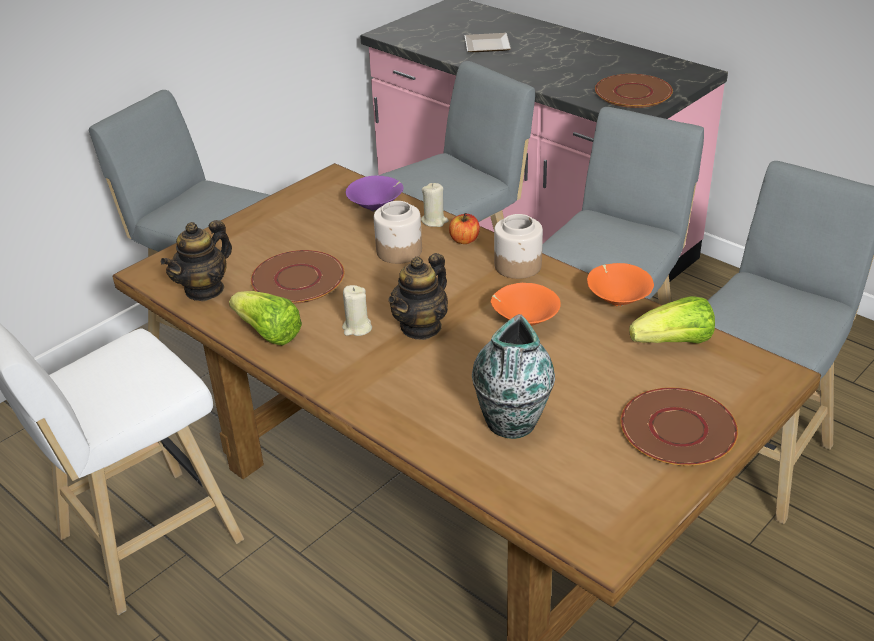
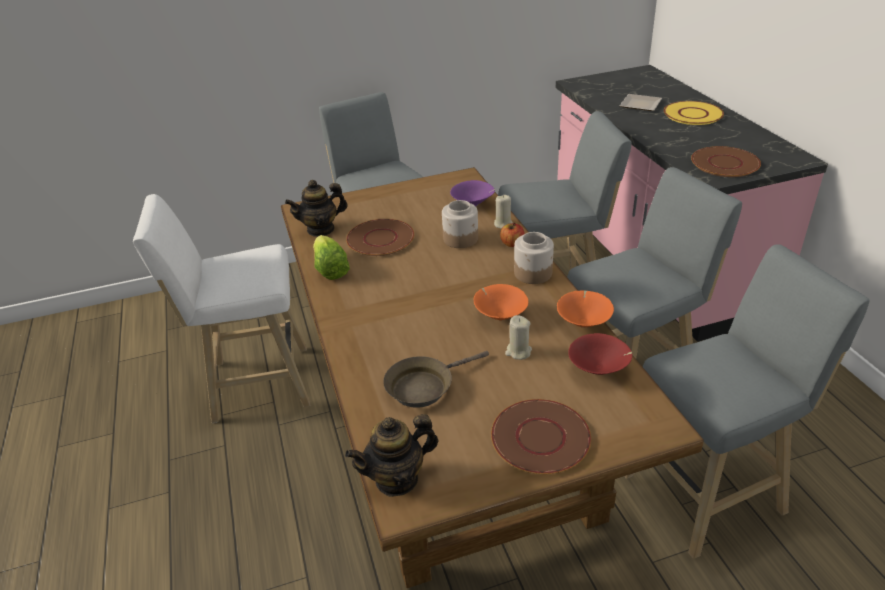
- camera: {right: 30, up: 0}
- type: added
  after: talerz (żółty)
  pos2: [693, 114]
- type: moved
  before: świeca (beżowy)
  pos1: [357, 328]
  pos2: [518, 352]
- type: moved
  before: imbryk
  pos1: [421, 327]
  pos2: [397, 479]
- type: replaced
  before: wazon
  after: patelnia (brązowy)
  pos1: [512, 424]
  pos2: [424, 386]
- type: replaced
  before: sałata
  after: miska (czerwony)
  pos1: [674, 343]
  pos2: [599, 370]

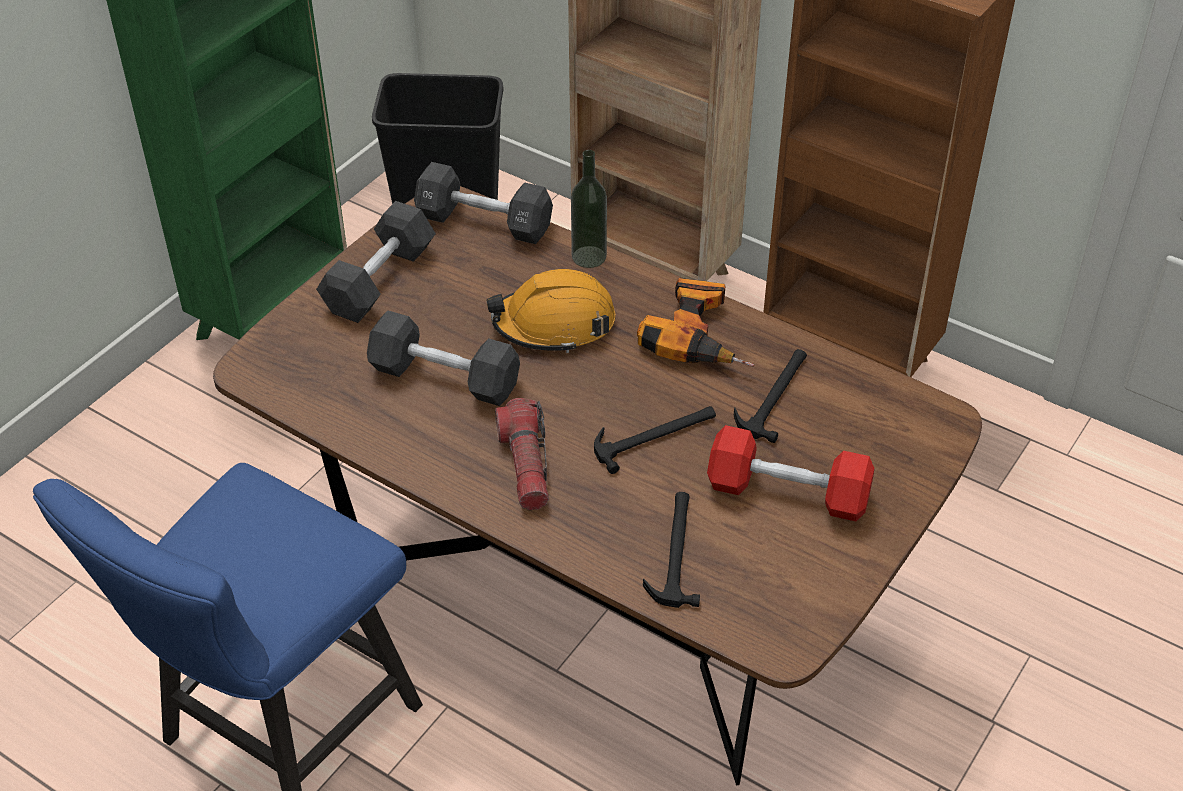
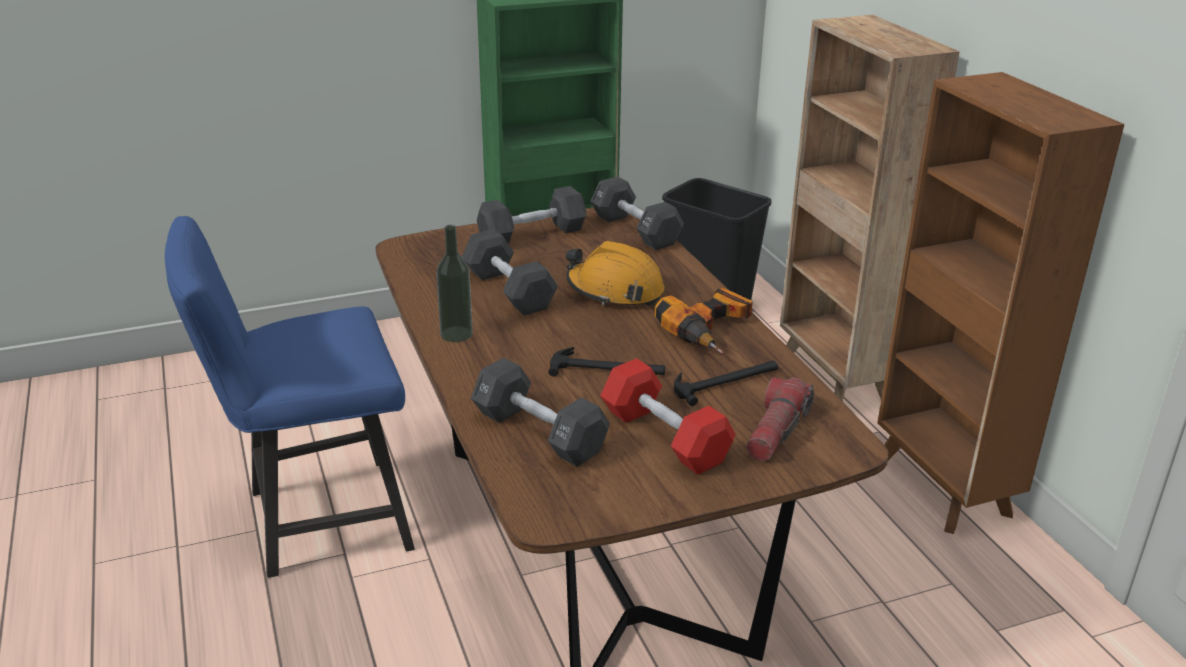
- camera: {right: 35, up: -15}
- type: moved
  before: latarka
  pos1: [526, 465]
  pos2: [776, 431]
- type: moved
  before: butelka
  pos1: [589, 257]
  pos2: [456, 334]
- type: replaced
  before: młotek
  after: hantel (czarny)
  pos1: [675, 551]
  pos2: [539, 433]

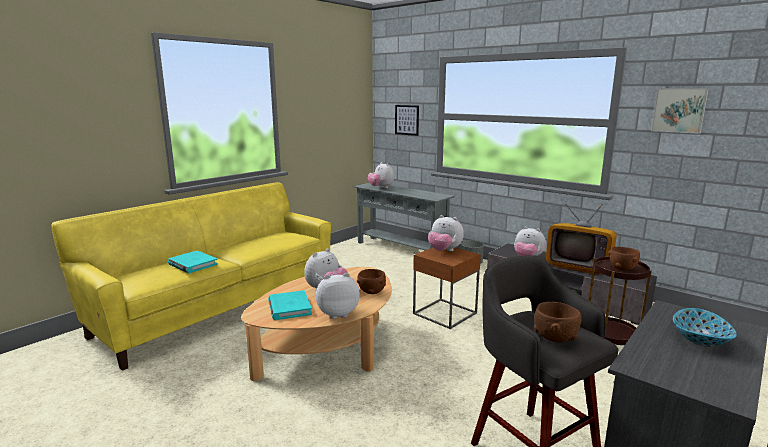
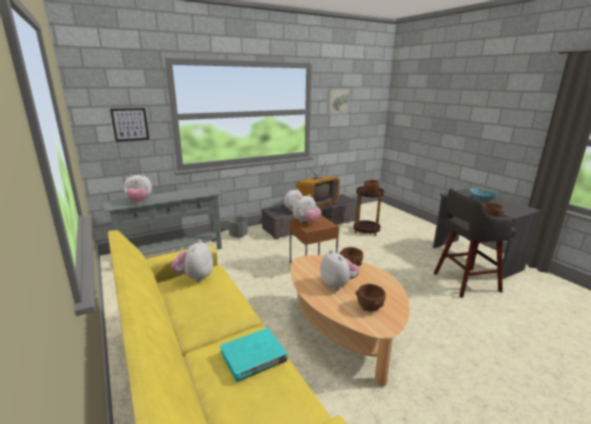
- camera: {right: -70, up: 5}
- type: moved
  before: pluszak
  pos1: [337, 313]
  pos2: [195, 277]
- type: replaced
  before: książka (turkusowy)
  after: miska (brązowy)
  pos1: [289, 307]
  pos2: [369, 308]

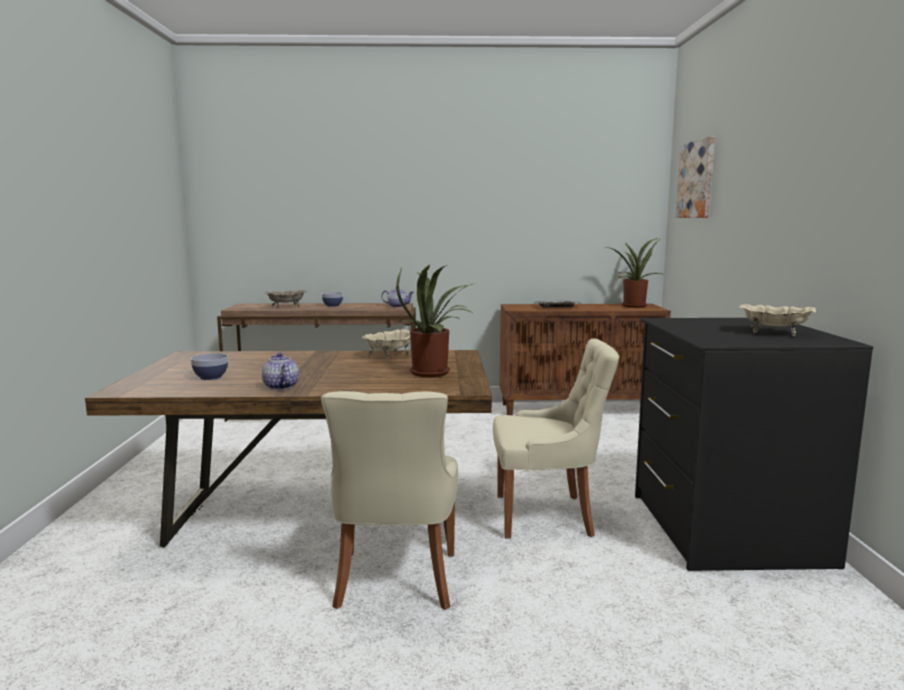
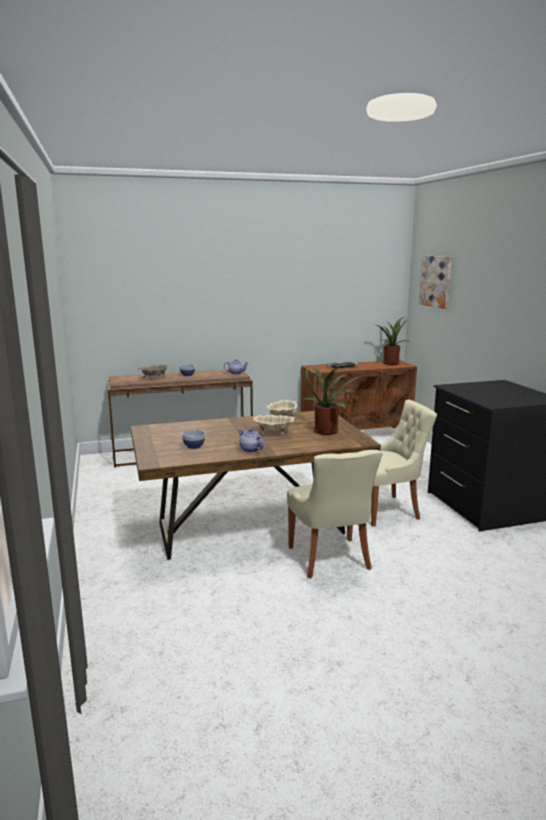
- camera: {right: -15, up: 5}
- type: moved
  before: miska (beżowy)
  pos1: [774, 333]
  pos2: [273, 433]

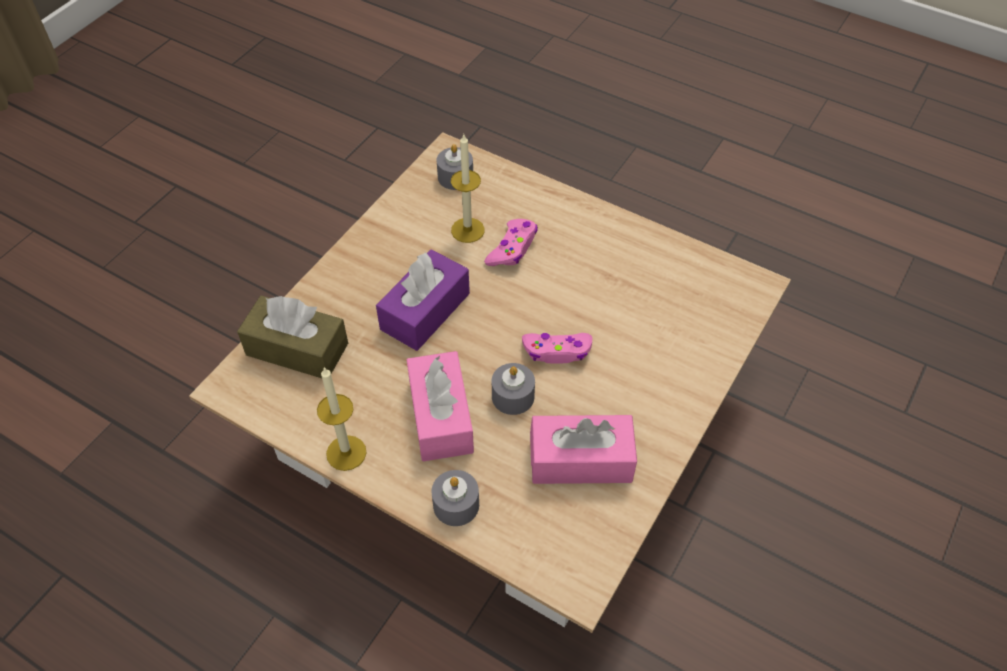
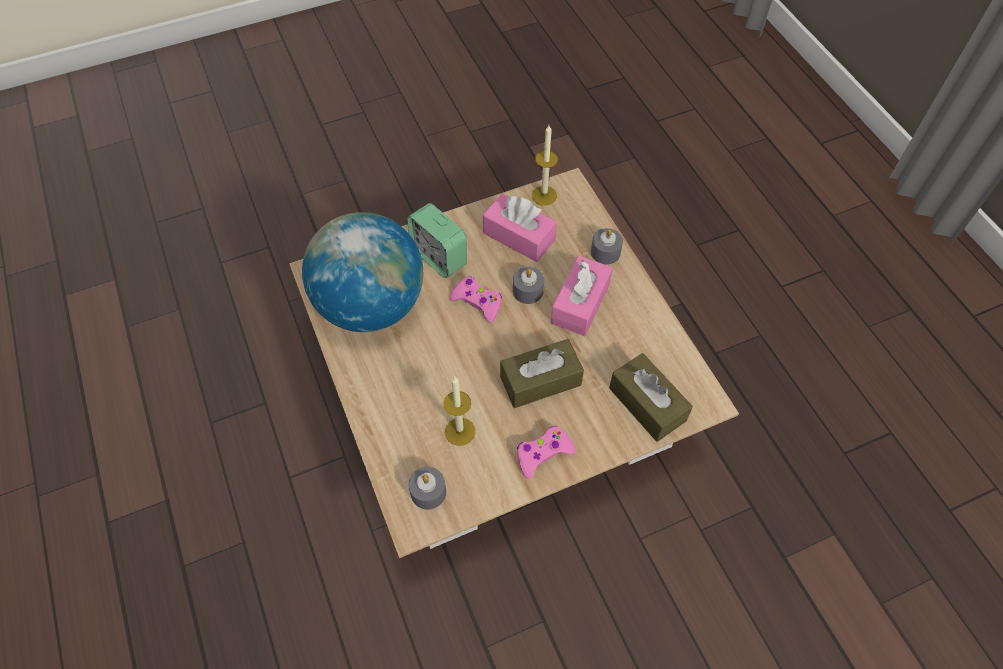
- camera: {right: -145, up: 5}
- type: added
  after: globus
  pos2: [371, 305]
- type: added
  after: budzik
  pos2: [439, 257]
- type: moved
  before: świeca
  pos1: [346, 453]
  pos2: [544, 195]
- type: moved
  before: pad do gier (różowy)
  pos1: [512, 248]
  pos2: [543, 454]
- type: recoloured
  before: pudełko chusteczek (fioletowy)
  after: pudełko chusteczek (brązowy)
  pos1: [425, 311]
  pos2: [540, 381]

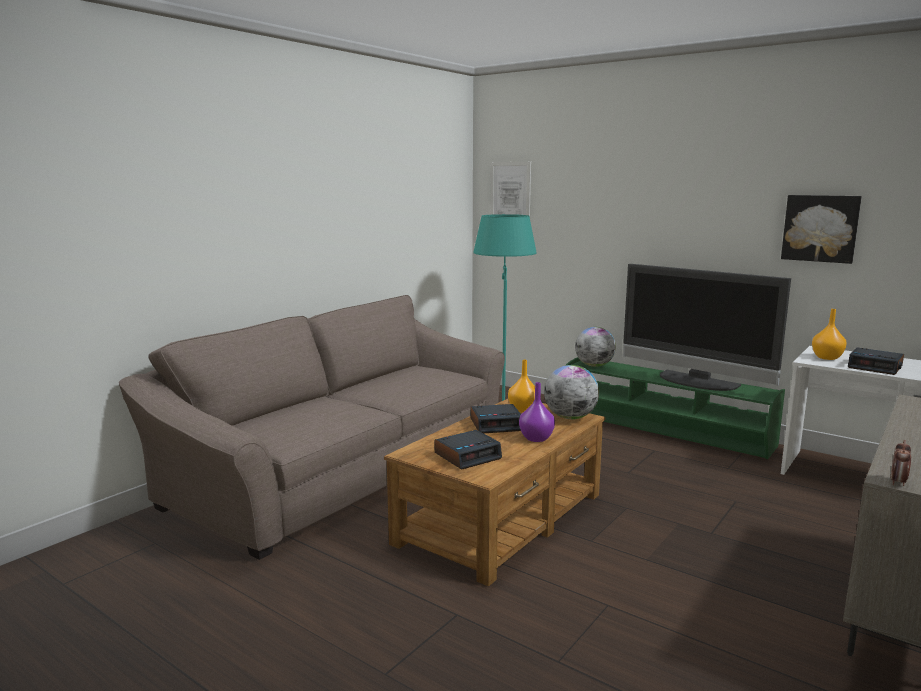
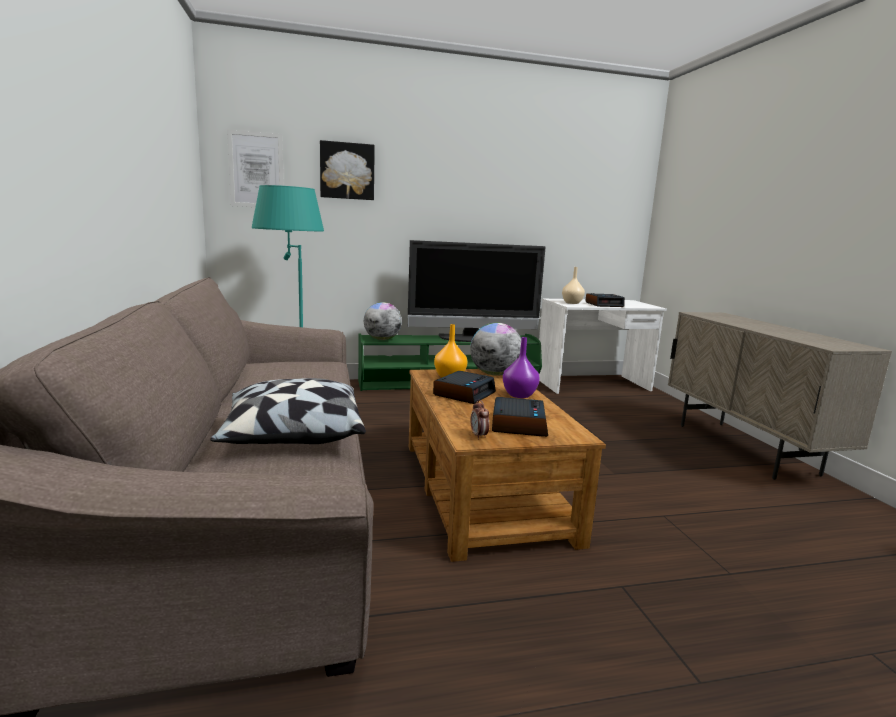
- camera: {right: -50, up: 0}
- type: added
  after: poduszka
  pos2: [293, 435]
- type: moved
  before: obraz
  pos1: [820, 228]
  pos2: [347, 171]
- type: moved
  before: budzik
  pos1: [898, 482]
  pos2: [479, 436]
- type: recoloured
  before: wazon (pomarańczowy)
  after: wazon (beżowy)
  pos1: [826, 357]
  pos2: [571, 303]

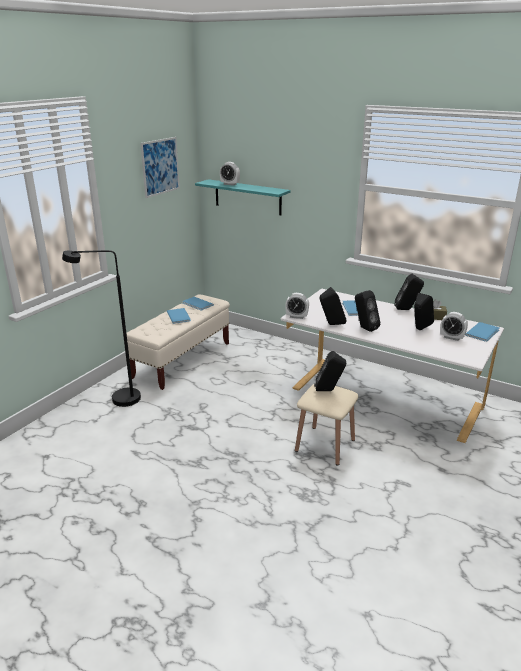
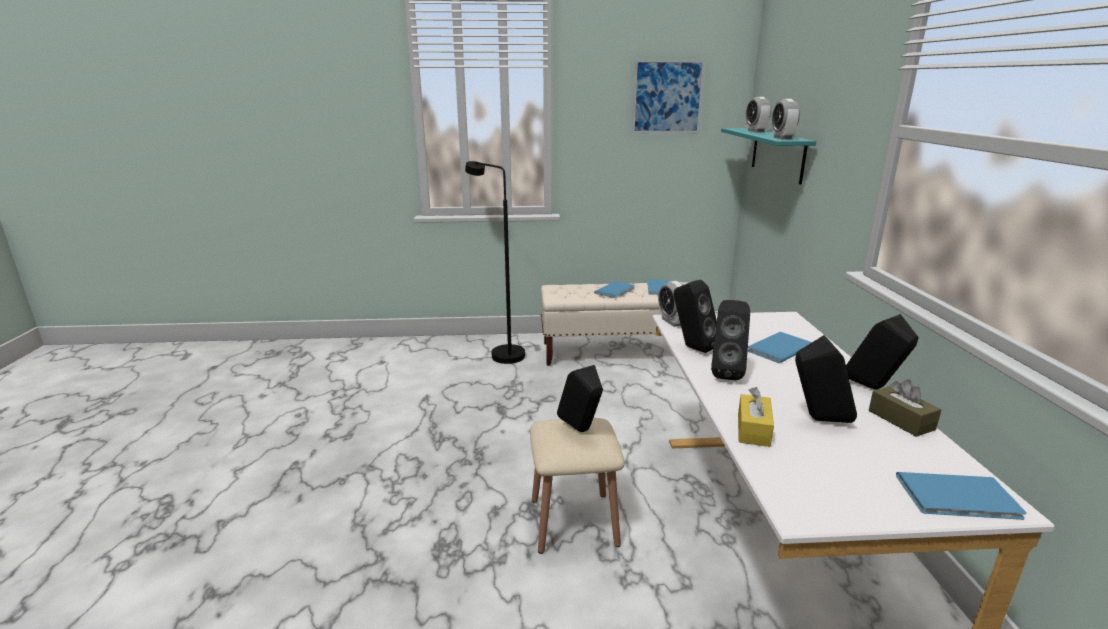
- camera: {right: 55, up: -5}
- type: added
  after: pudełko chusteczek (żółty)
  pos2: [753, 429]
- type: moved
  before: budzik
  pos1: [451, 337]
  pos2: [782, 138]

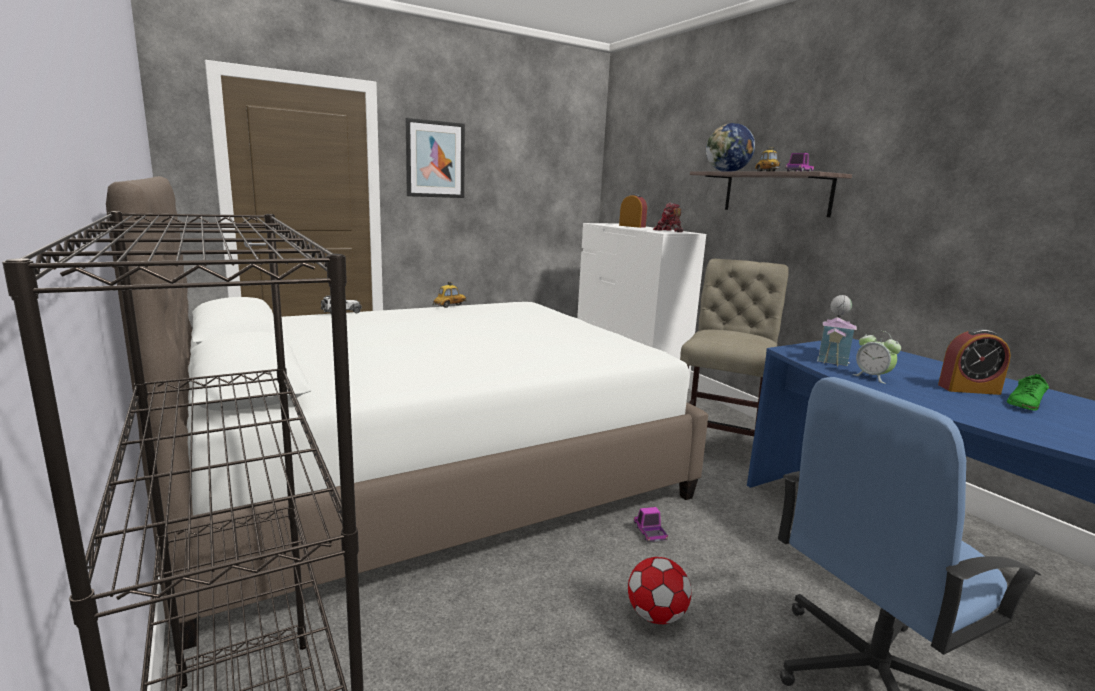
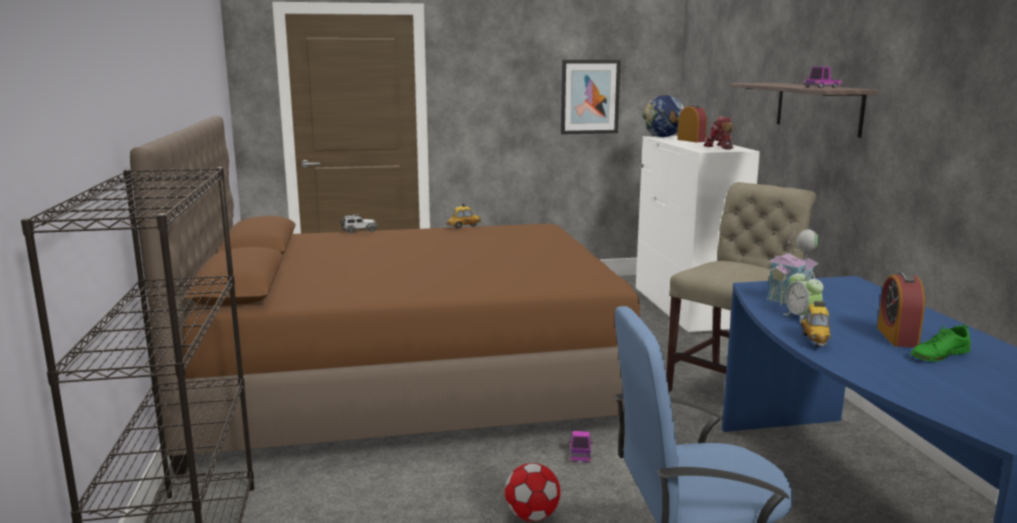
- camera: {right: 20, up: 0}
- type: moved
  before: obraz
  pos1: [435, 159]
  pos2: [589, 97]
- type: moved
  before: globus
  pos1: [727, 172]
  pos2: [662, 137]
- type: moved
  before: samochodzik
  pos1: [767, 172]
  pos2: [815, 340]
- type: recoloured
  before: łóżko (biały)
  after: łóżko (brązowy)
  pos1: [427, 471]
  pos2: [413, 381]
- type: turned
  before: budzik
  pos1: [968, 389]
  pos2: [897, 337]
  turn: 75

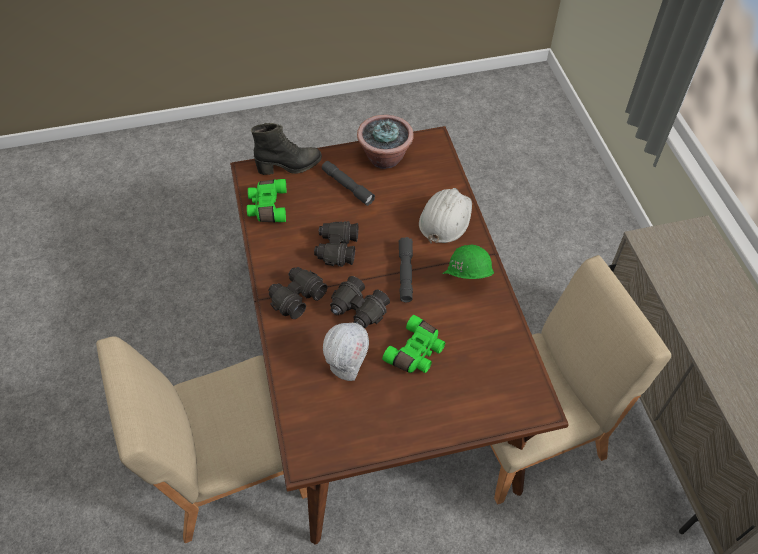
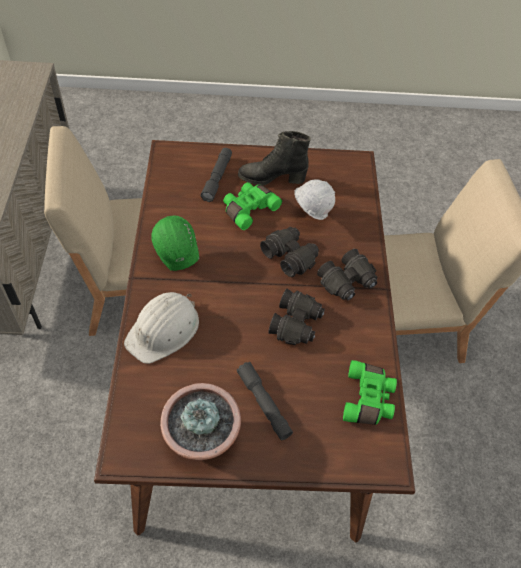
- camera: {right: -170, up: 0}
- type: moved
  before: but z cholewką (czarny)
  pos1: [289, 166]
  pos2: [271, 178]
- type: moved
  before: latarka (szary)
  pos1: [405, 273]
  pos2: [217, 178]

